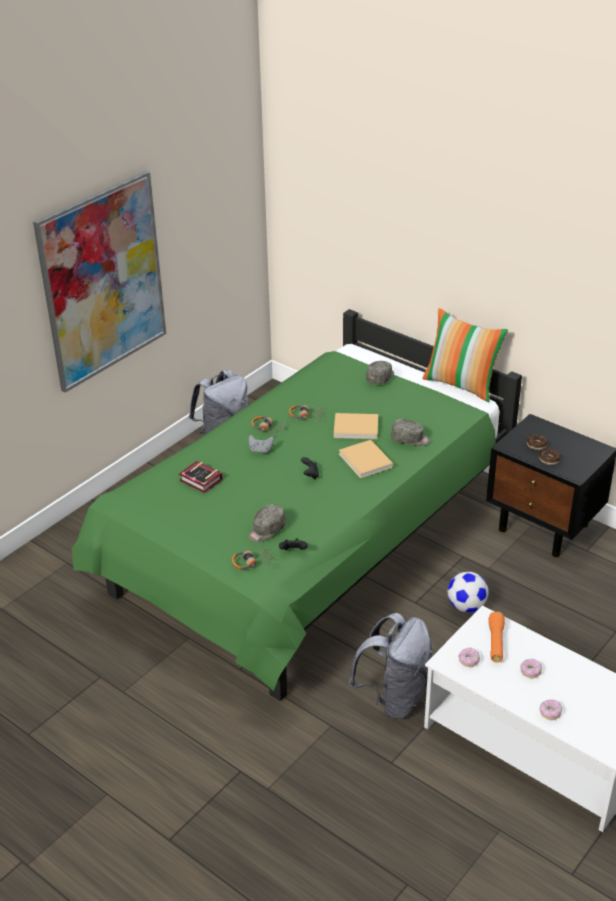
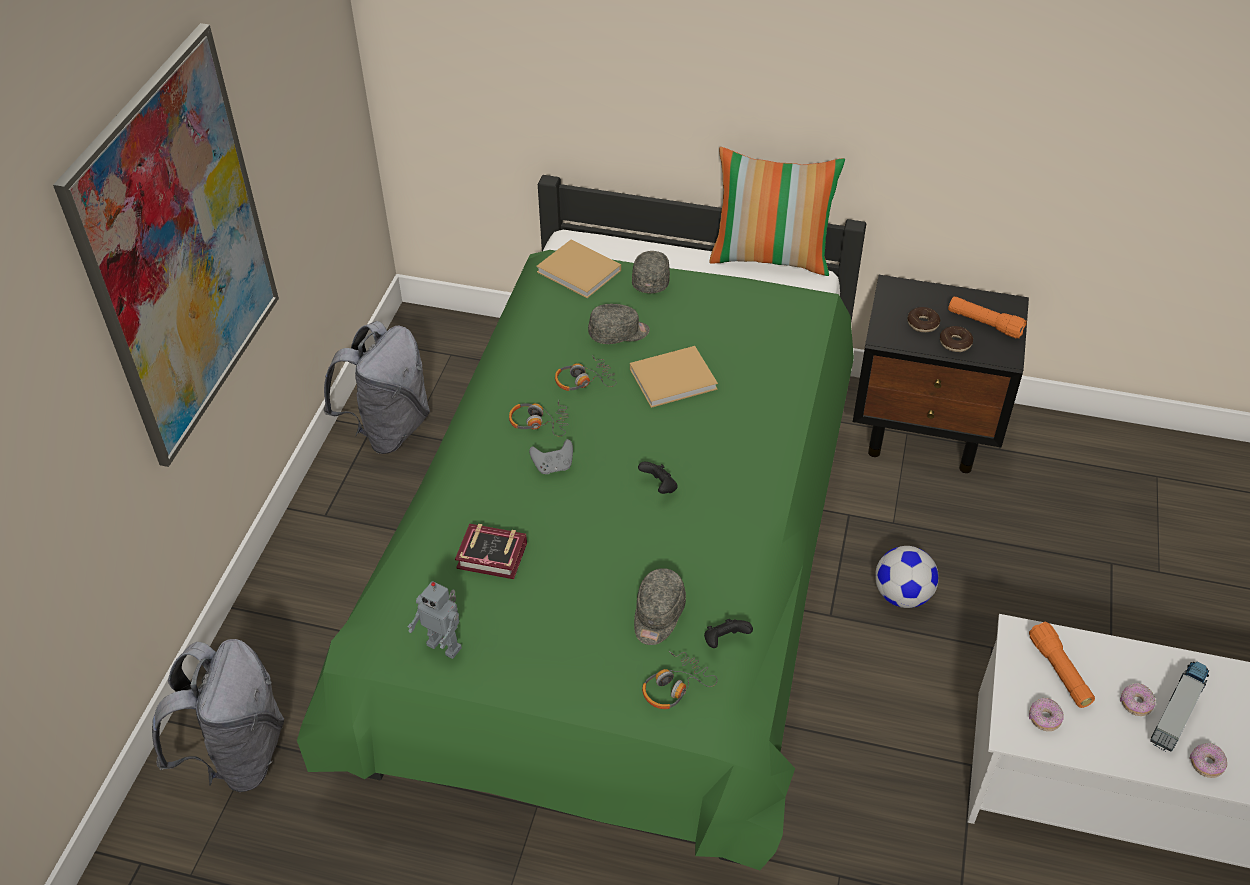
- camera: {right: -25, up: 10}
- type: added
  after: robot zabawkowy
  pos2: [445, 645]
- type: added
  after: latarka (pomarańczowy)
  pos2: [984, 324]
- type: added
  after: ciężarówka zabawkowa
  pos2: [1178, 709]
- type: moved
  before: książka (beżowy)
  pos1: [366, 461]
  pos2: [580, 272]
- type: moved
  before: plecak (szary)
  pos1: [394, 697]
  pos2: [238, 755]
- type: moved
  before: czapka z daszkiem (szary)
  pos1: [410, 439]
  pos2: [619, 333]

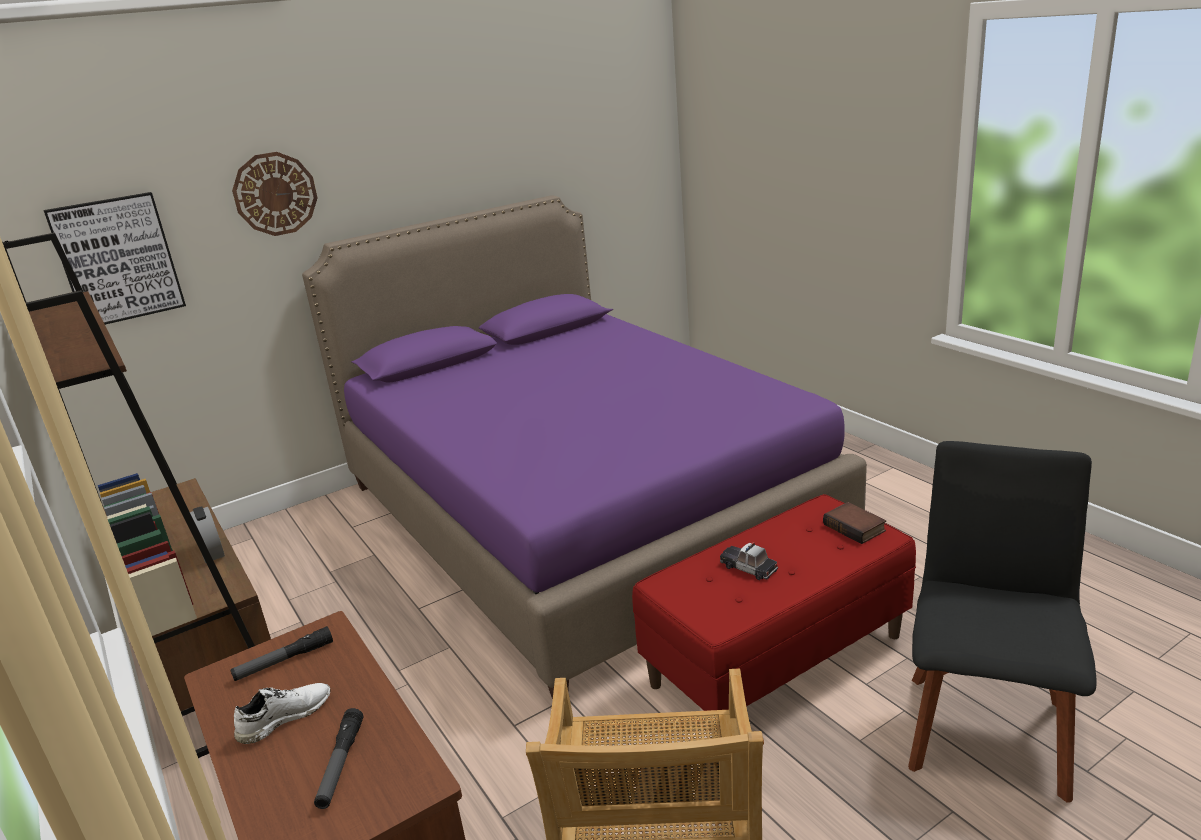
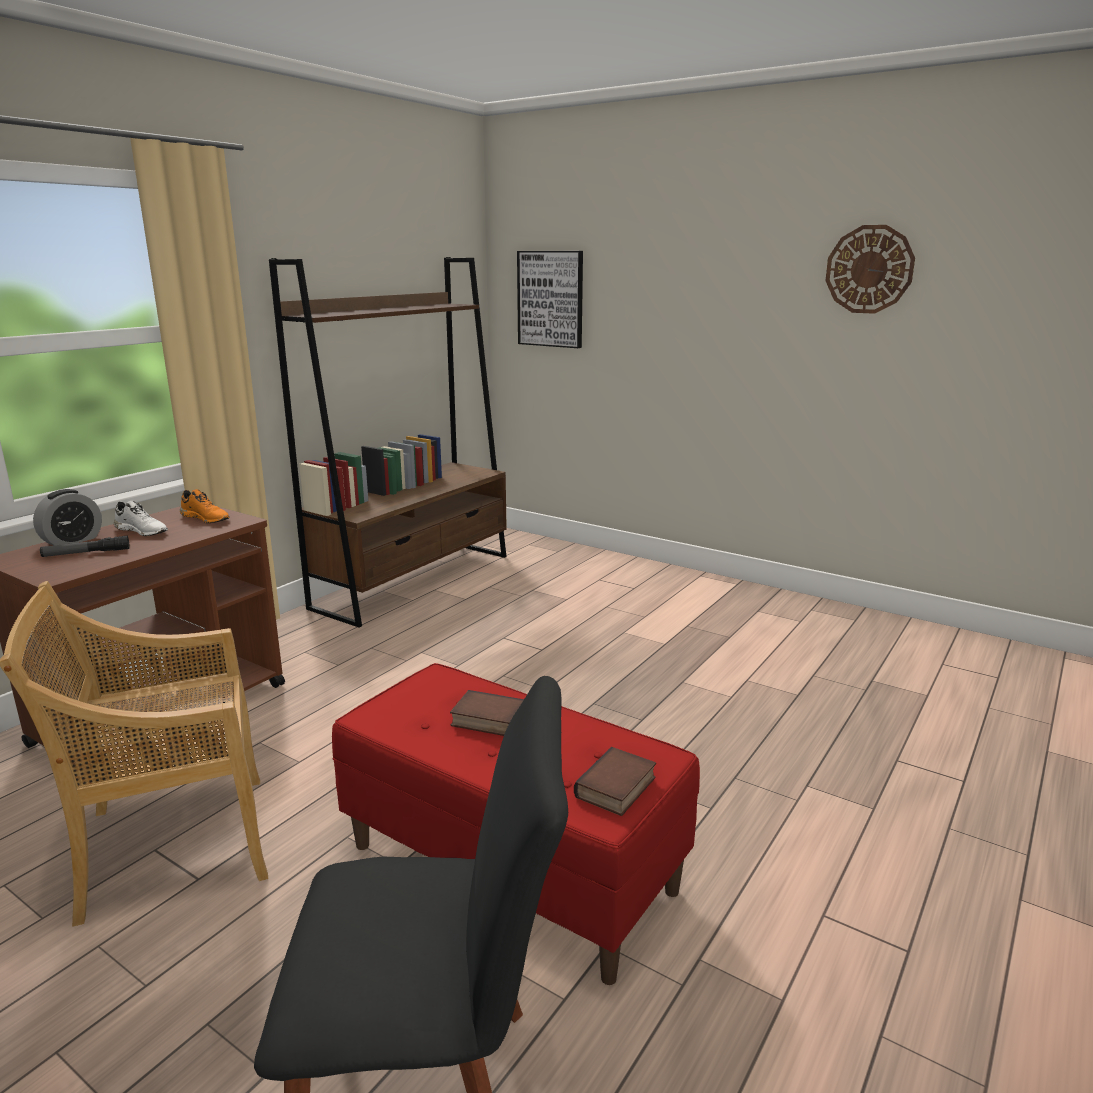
- camera: {right: 65, up: -5}
- type: removed
  before: łóżko (fioletowy)
  pos1: [579, 515]
- type: moved
  before: budzik
  pos1: [212, 552]
  pos2: [72, 541]
- type: moved
  before: zegar ścienny
  pos1: [275, 194]
  pos2: [869, 269]
- type: replaced
  before: latarka
  after: but (pomarańczowy)
  pos1: [284, 661]
  pos2: [206, 518]
- type: replaced
  before: samochodzik
  after: książka
  pos1: [749, 567]
  pos2: [487, 720]

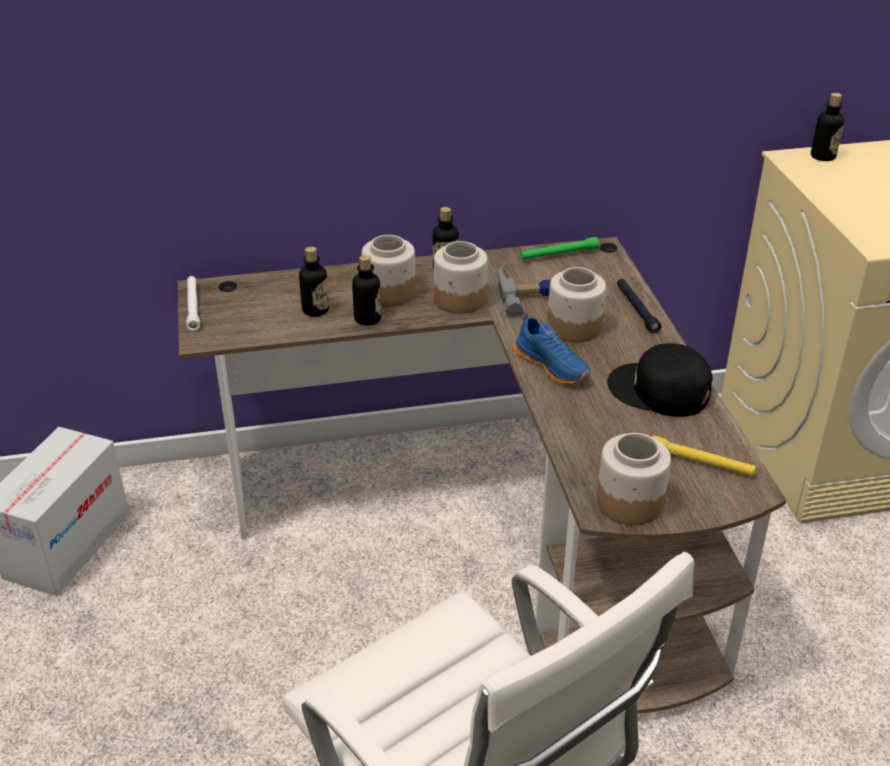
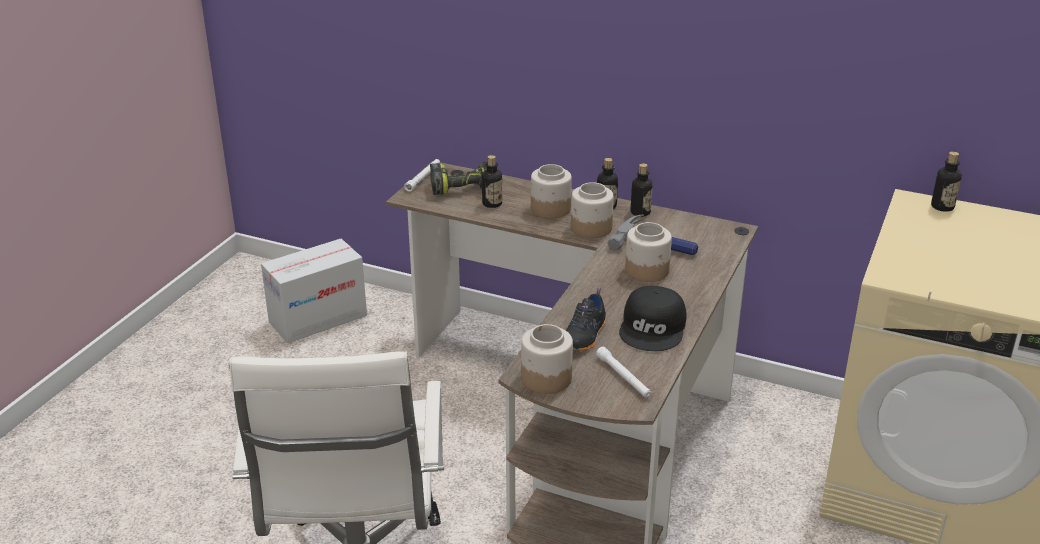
- camera: {right: 35, up: -5}
- type: removed
  before: but (niebieski)
  pos1: [553, 365]
- type: removed
  before: latarka (zielony)
  pos1: [559, 254]
- type: removed
  before: latarka (czarny)
  pos1: [636, 309]
- type: added
  after: wiertarka
  pos2: [463, 186]
- type: added
  after: but (czarny)
  pos2: [585, 336]
- type: moved
  before: butelka
  pos1: [367, 319]
  pos2: [640, 212]
- type: recoloured
  before: latarka (żółty)
  after: latarka (biały)
  pos1: [701, 462]
  pos2: [623, 377]
- type: turned
  before: czapka z daszkiem (czarny)
  pos1: [659, 391]
  pos2: [654, 328]
  turn: -135

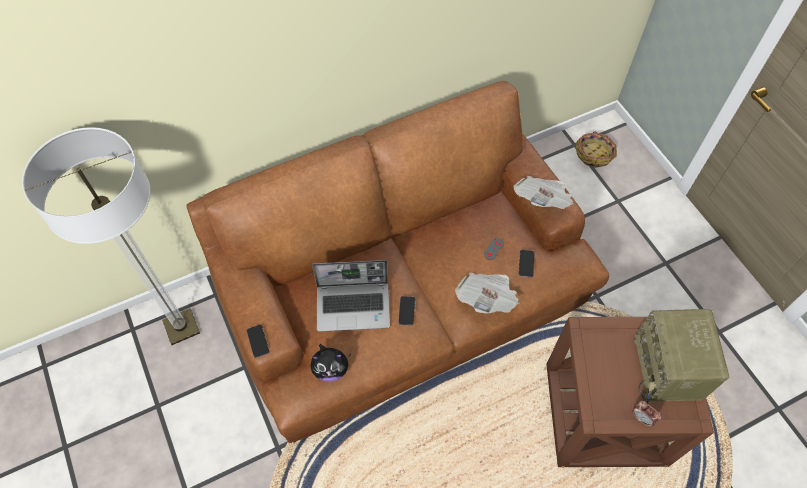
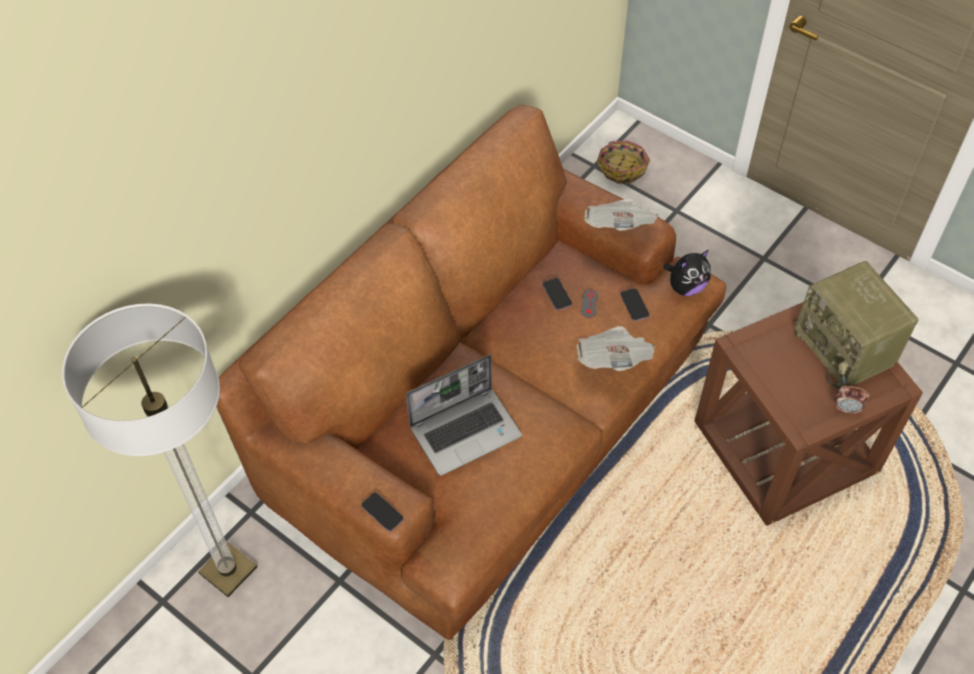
- camera: {right: -25, up: -5}
- type: moved
  before: pluszak
  pos1: [331, 369]
  pos2: [685, 287]
- type: moved
  before: telefon
  pos1: [406, 311]
  pos2: [557, 295]

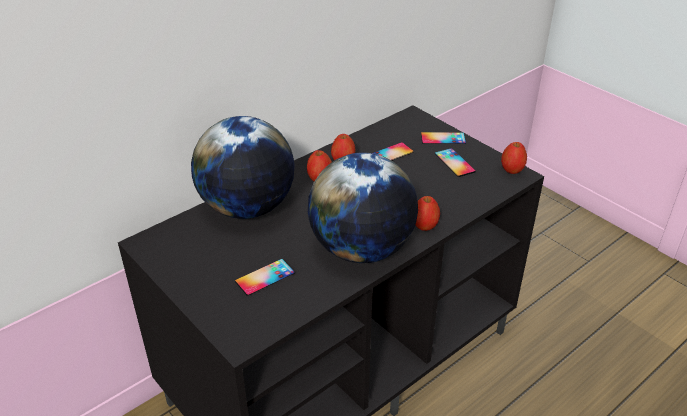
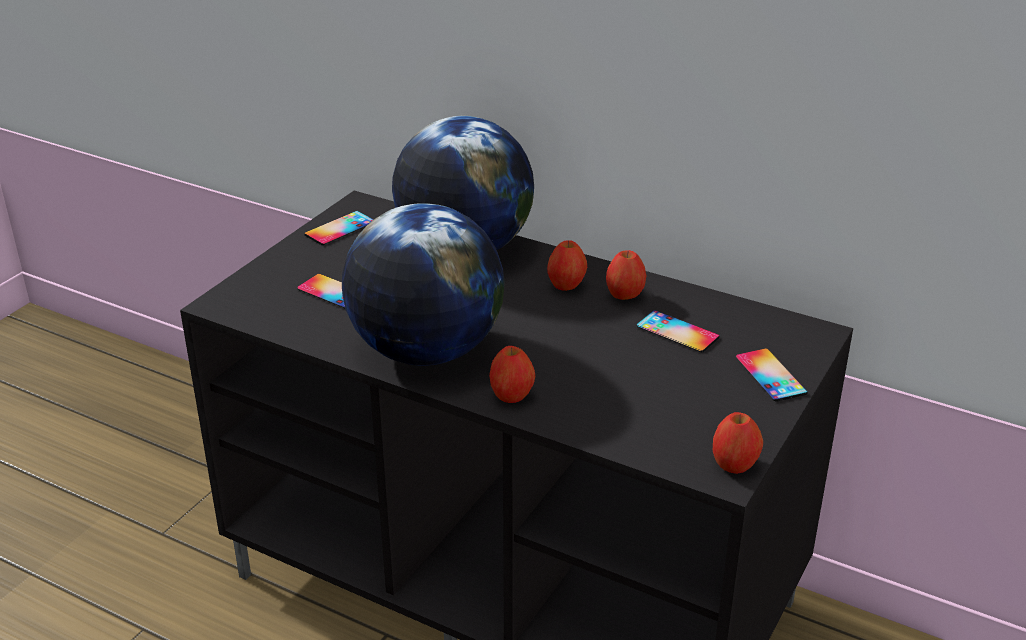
- camera: {right: 70, up: -5}
- type: moved
  before: telefon
  pos1: [454, 163]
  pos2: [340, 228]

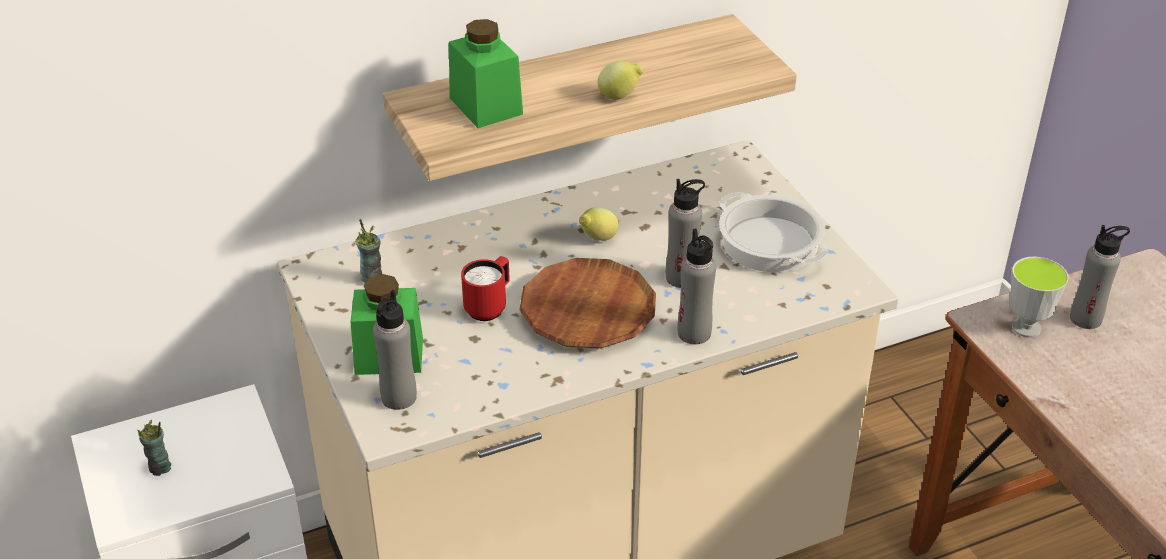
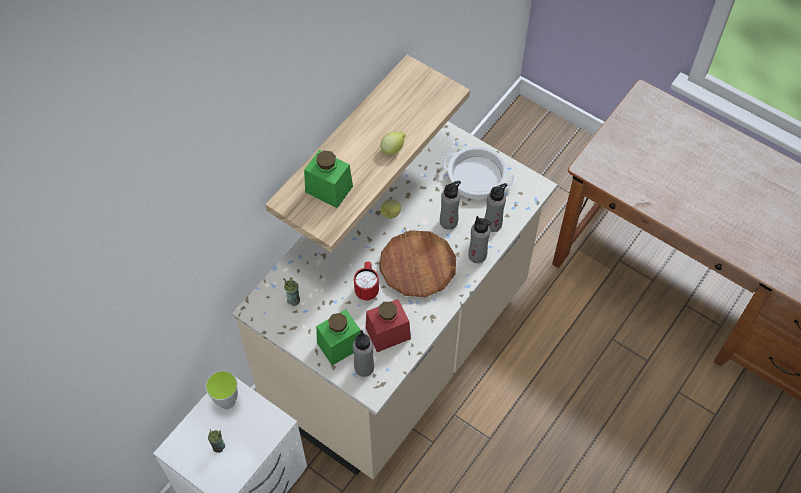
- camera: {right: -30, up: 20}
- type: added
  after: słoik (czerwony)
  pos2: [388, 333]
- type: moved
  before: filiżanka
  pos1: [1026, 328]
  pos2: [227, 401]
- type: moved
  before: butelka (szary)
  pos1: [1085, 319]
  pos2: [493, 224]

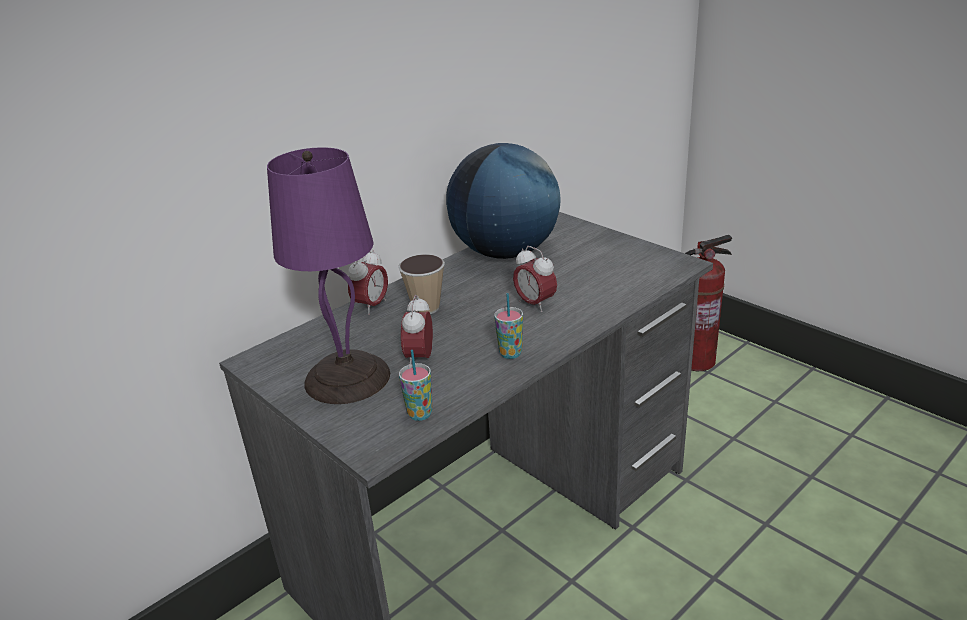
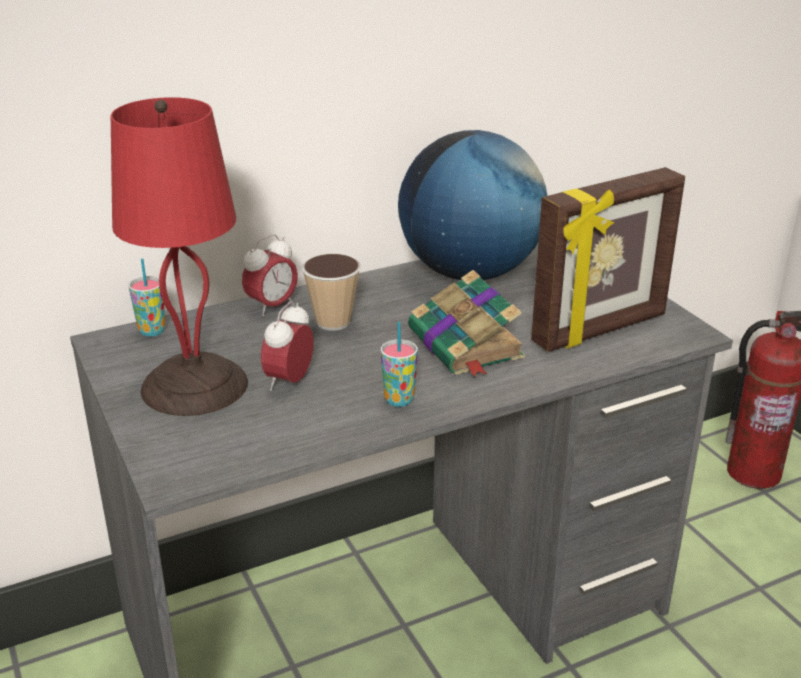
- camera: {right: 15, up: 0}
- type: added
  after: ramka na zdjęcie
  pos2: [601, 330]
- type: moved
  before: filiżanka
  pos1: [420, 414]
  pos2: [152, 331]
- type: replaced
  before: budzik
  after: książka
  pos1: [535, 304]
  pos2: [466, 345]
- type: recoloured
  before: lampa stołowa (fioletowy)
  after: lampa stołowa (czerwony)
  pos1: [347, 379]
  pos2: [193, 387]

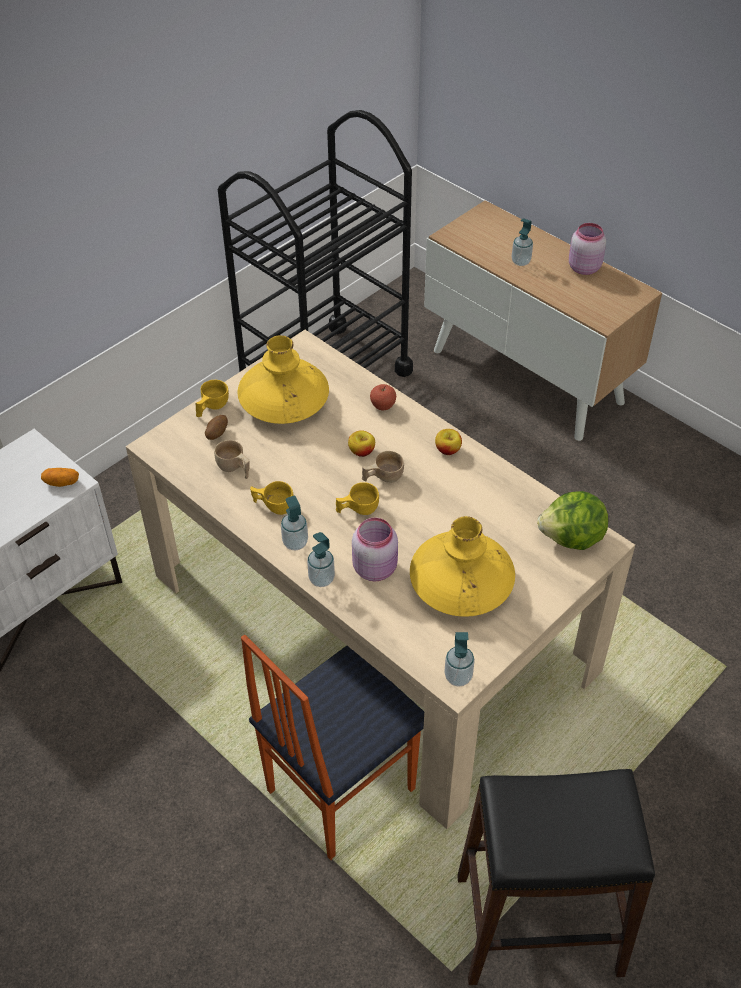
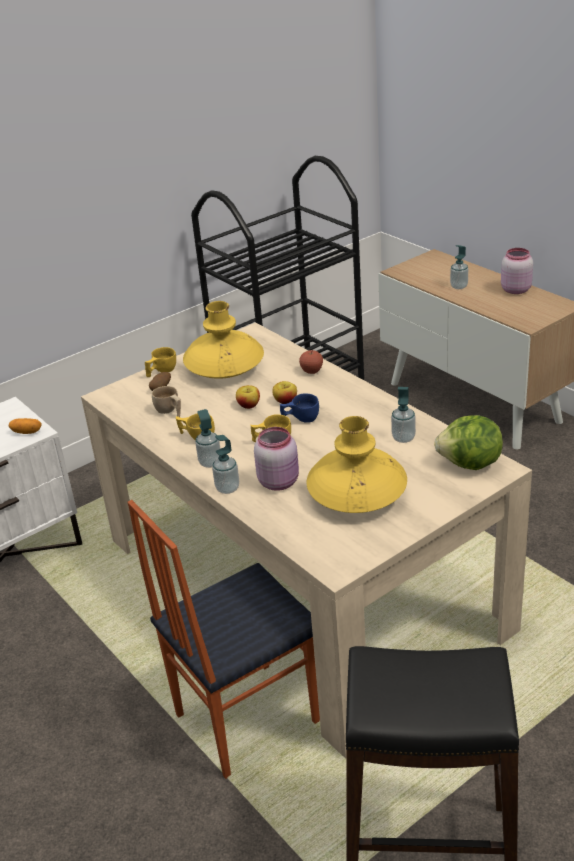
- camera: {right: 10, up: -15}
- type: moved
  before: jabłko
  pos1: [448, 450]
  pos2: [248, 405]
- type: moved
  before: dozownik mydła
  pos1: [458, 677]
  pos2: [403, 438]
- type: recoloured
  before: filiżanka (beżowy)
  after: filiżanka (niebieski)
  pos1: [382, 478]
  pos2: [300, 419]

